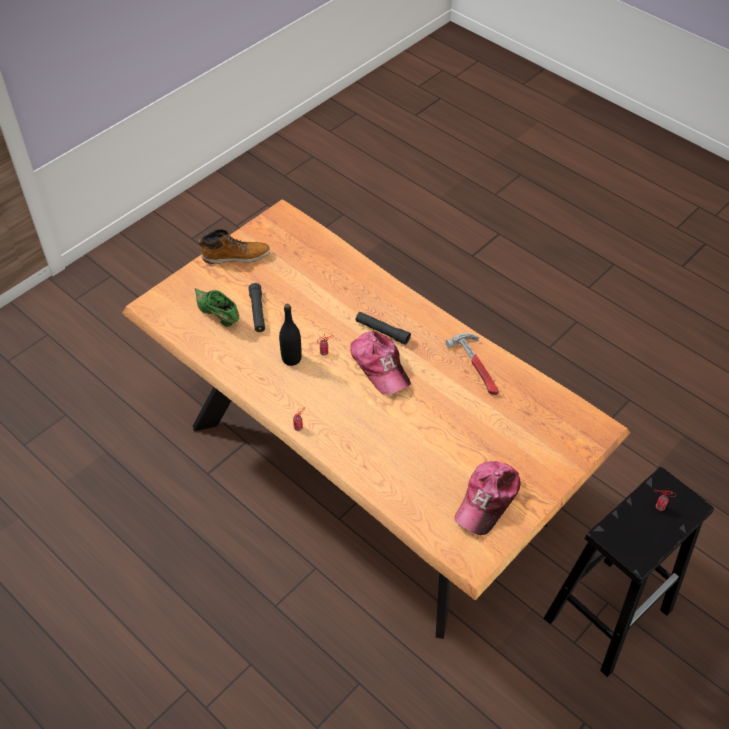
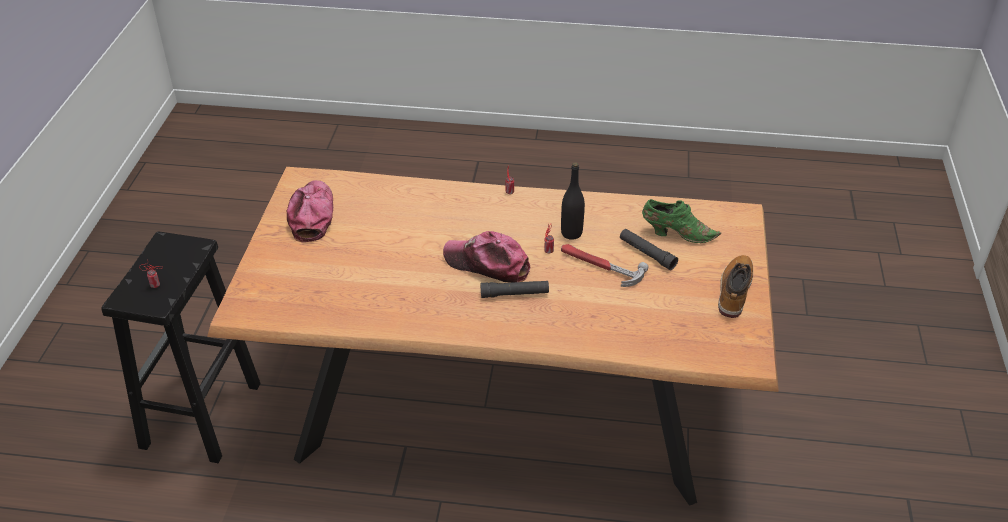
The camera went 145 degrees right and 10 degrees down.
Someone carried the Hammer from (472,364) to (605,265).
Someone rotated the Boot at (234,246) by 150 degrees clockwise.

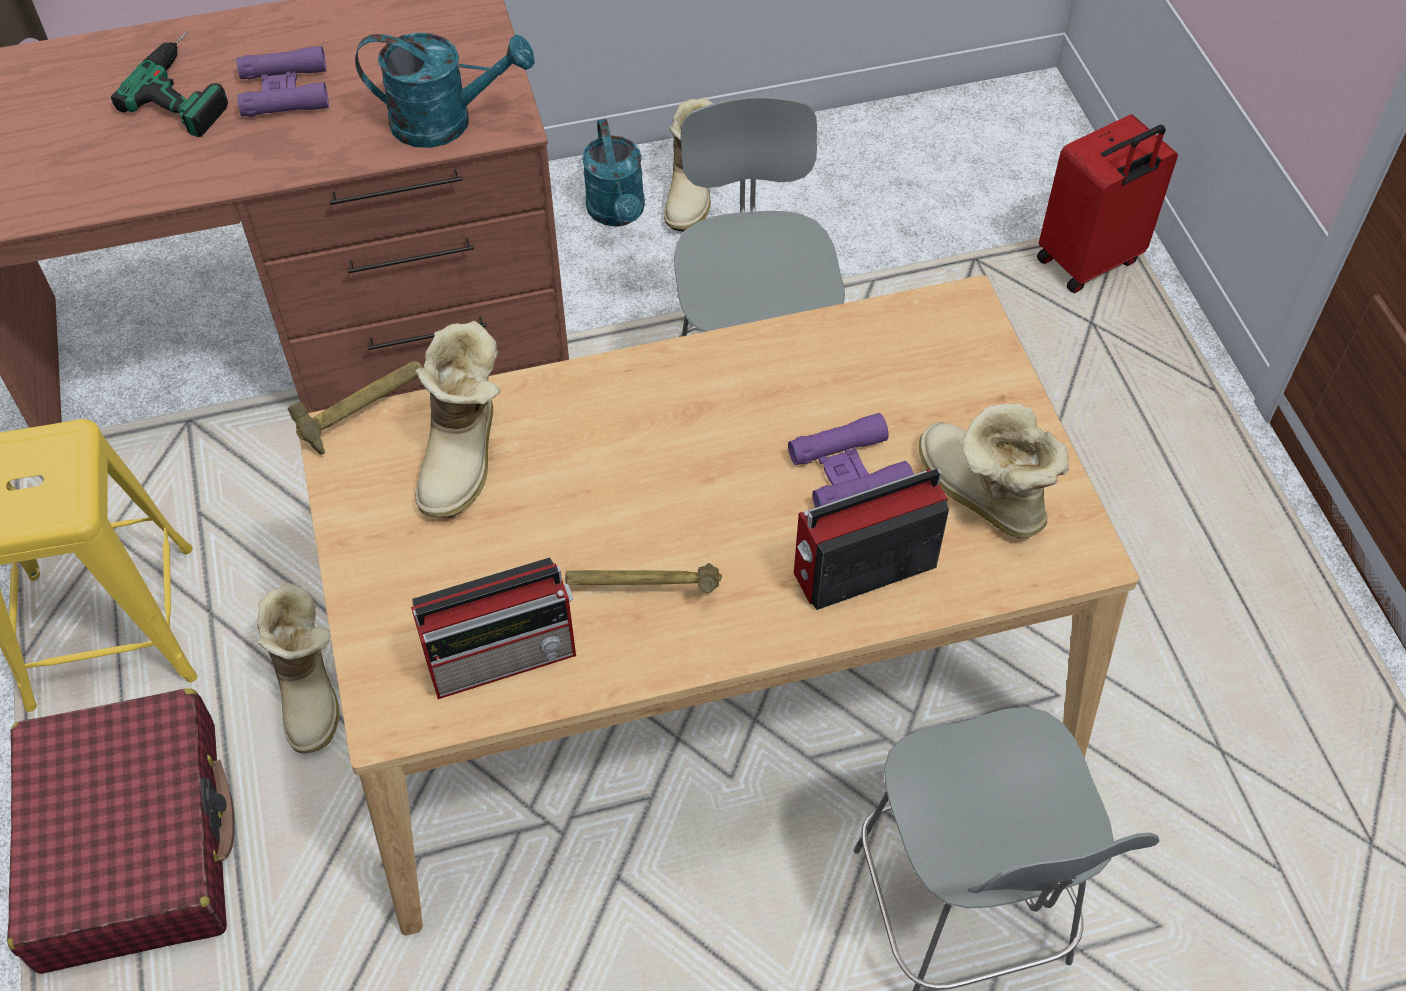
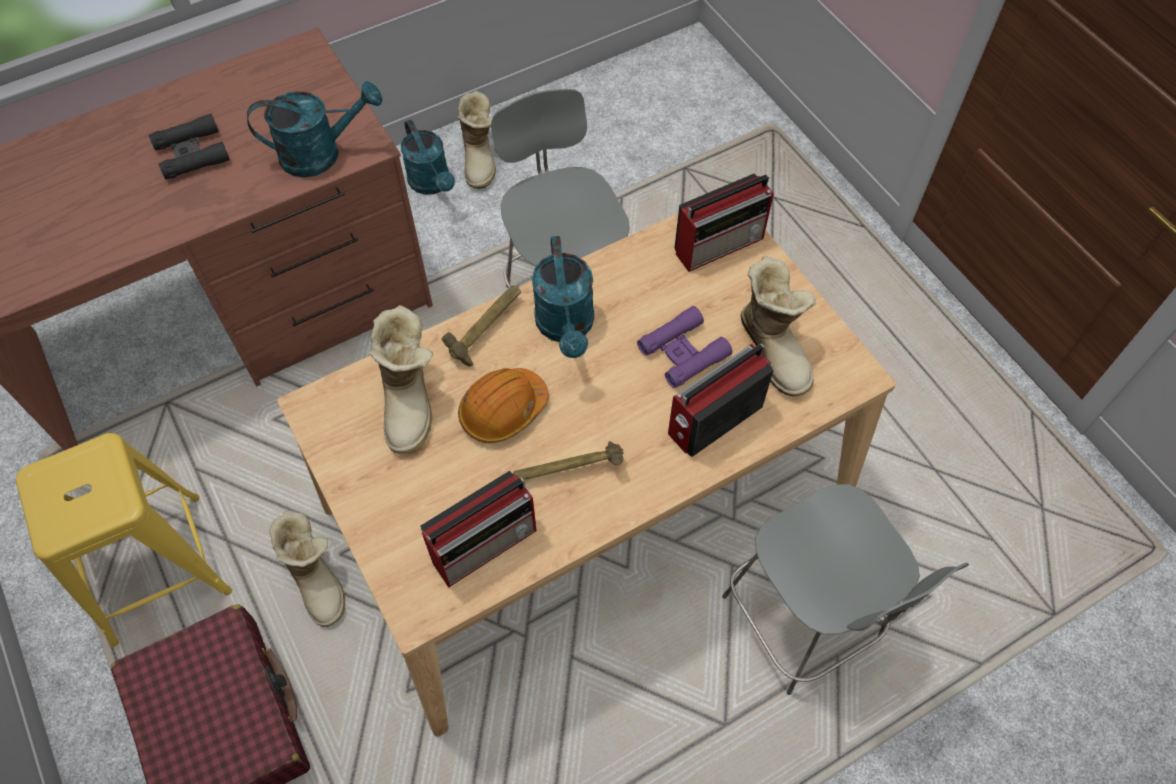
The camera went 15 degrees left and 5 degrees up.
Someone took away the PowerDrill at (169,84).
Someone took away the RedSuitcase at (1107,203).
Someone put down the OrangeHardHat at (503,405).
Someone put down the TurquoiseWateringCan at (563,297).
Someone put down the Radio at (724,223).
Someone carried the Hammer from (355,407) to (481,326).
Someone repainted the PurpleBinoculars at (283,81), which became the BlackBinoculars at (189,147).
Someone rotated the Boot at (993,471) by 150 degrees counterclockwise.

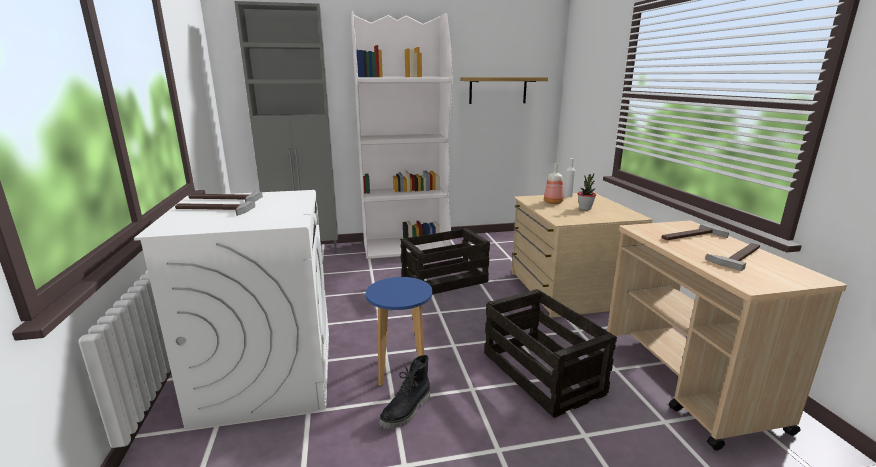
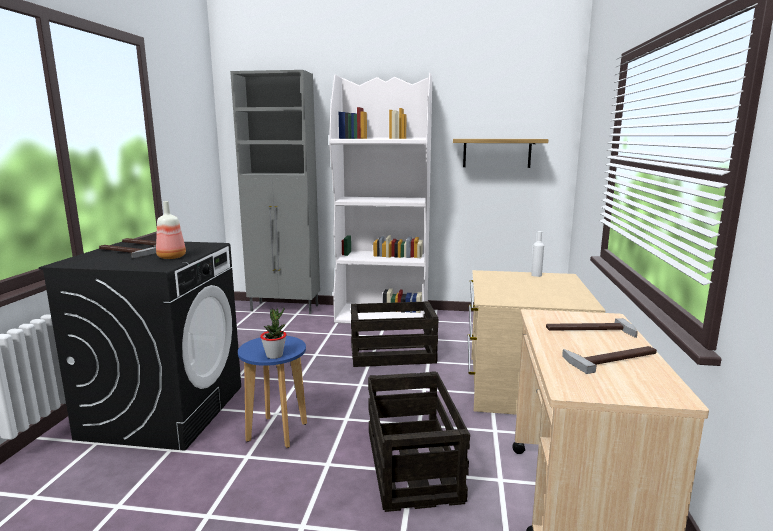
The camera went 20 degrees right and 5 degrees down.
Someone took away the BlackBoot at (404,392).
Someone carried the Bottle from (554,183) to (171,230).
Someone carried the PottedPlant from (587,192) to (273,333).
Someone repainted the WhiteWashingMachine at (231,309), which became the BlackWashingMachine at (140,346).

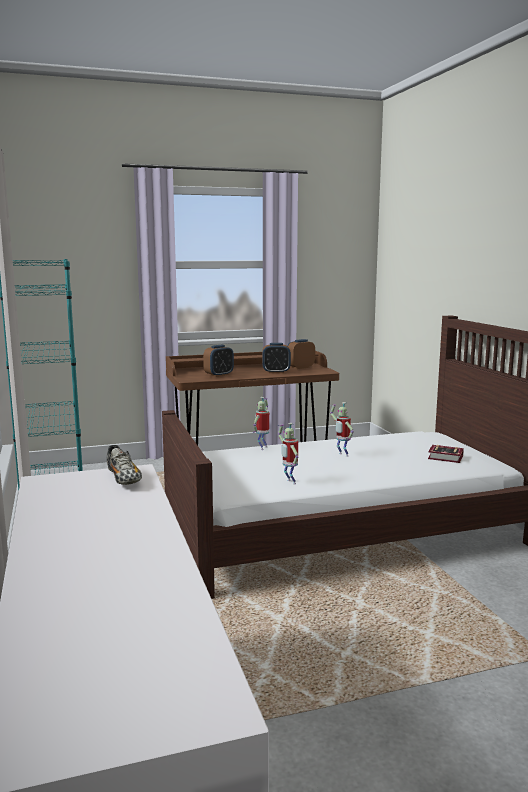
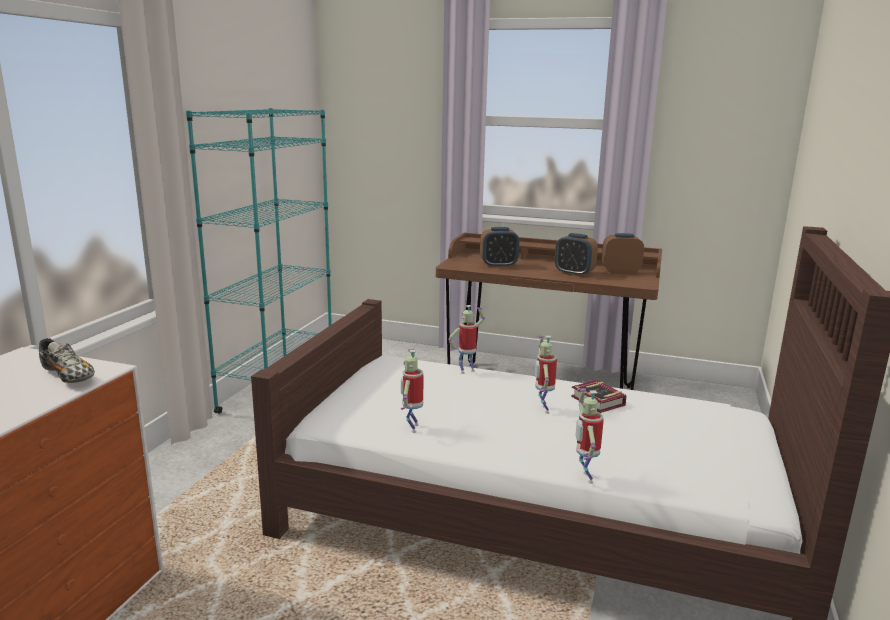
The camera went 35 degrees right and 5 degrees up.
Someone put down the ToyRobot at (589,436).
Someone carried the Book from (446,454) to (599,396).
Someone rotated the Shoe at (124,465) by 60 degrees counterclockwise.

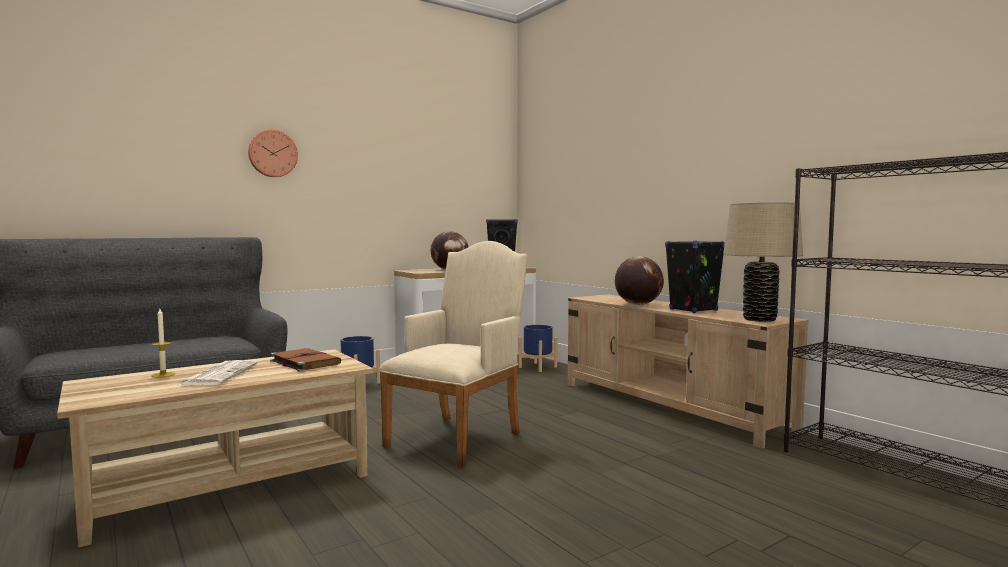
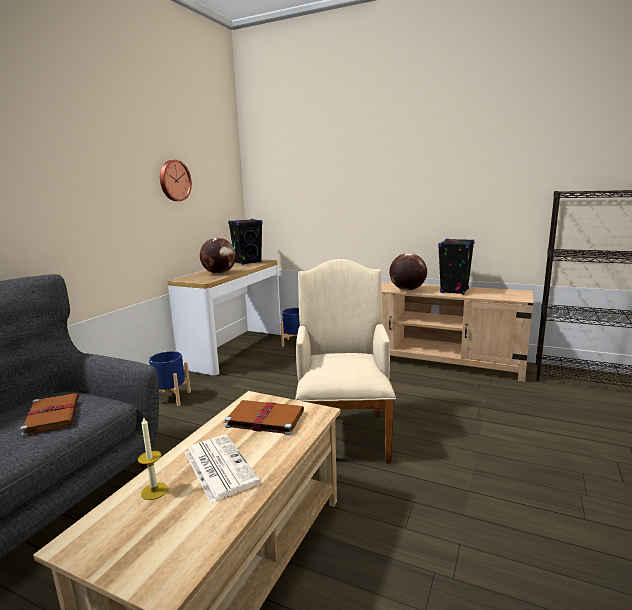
The camera went 30 degrees left and 10 degrees up.
Someone took away the BeigeTableLamp at (763,262).
Someone put down the BrownBook at (49,415).
Someone carried the WallClock from (273,153) to (176,180).

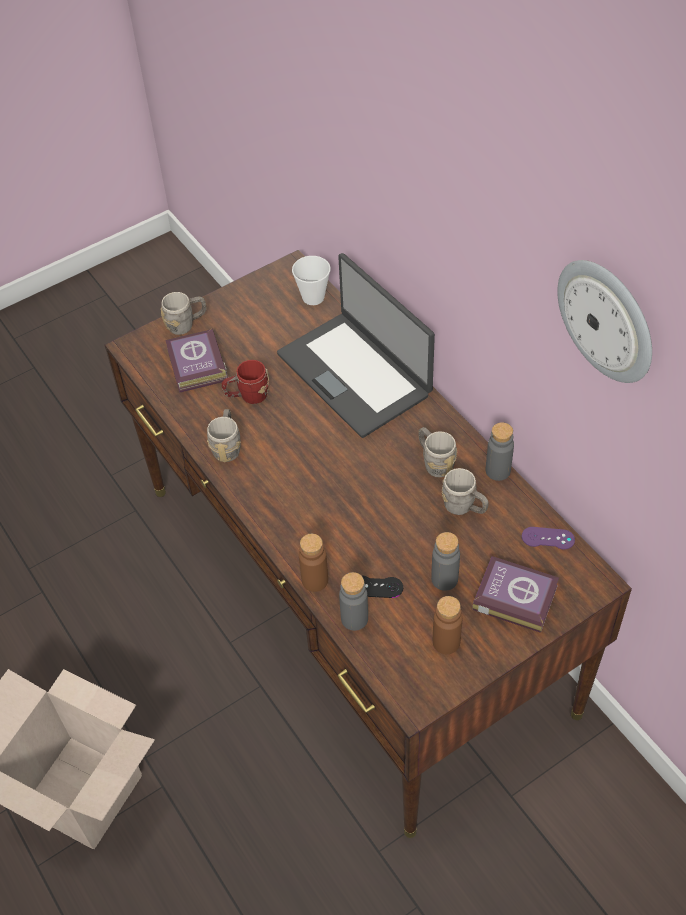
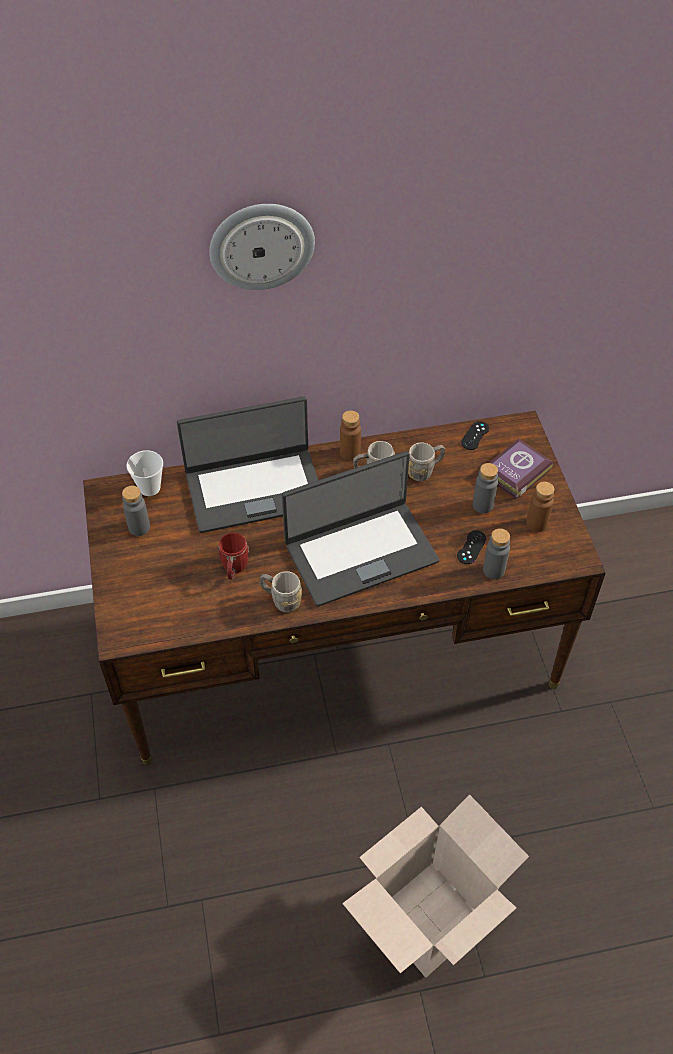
The camera went 70 degrees left and 0 degrees up.
Someone took away the GreyMug at (183,313).
Someone took away the Book at (196,360).
Someone put down the Laptop at (360,529).
Someone carried the BrownBottle from (313,563) to (350,435).
Someone carried the GreyBottle from (500,451) to (136,511).
Someone carried the WallClock from (604,321) to (262,247).
Someone repainted the PurpleGameController at (548,538), which became the BlackGameController at (475,435).

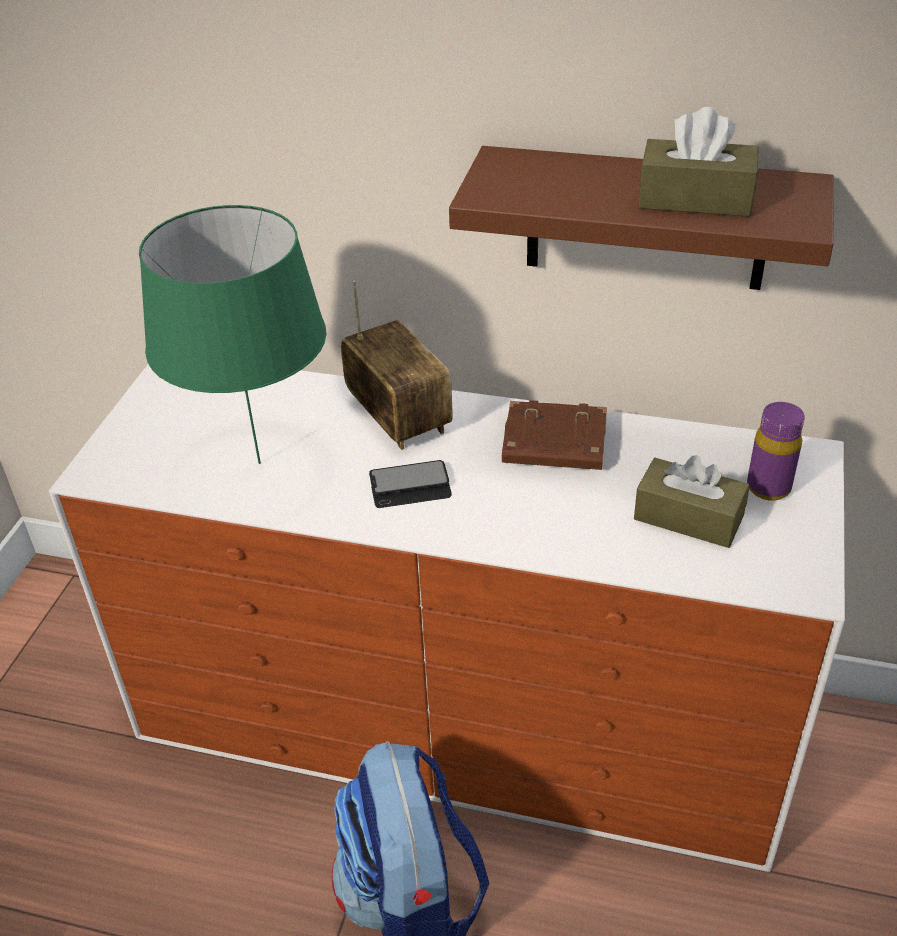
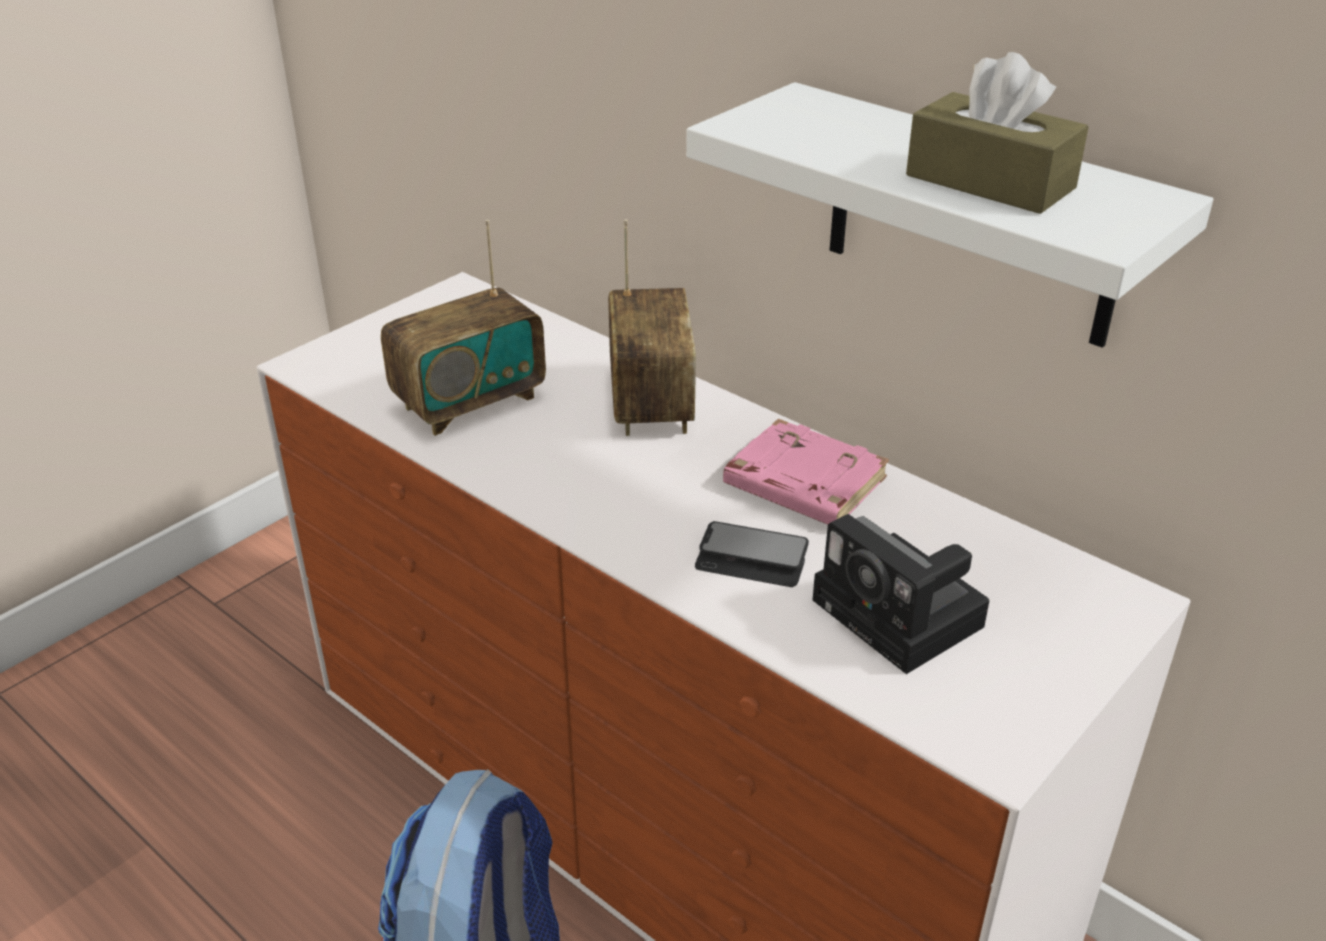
The camera went 25 degrees right and 5 degrees down.
Someone took away the PurpleBottle at (776,451).
Someone carried the Phone from (410,484) to (752,554).
Someone swapped the GreenTableLamp at (232,334) for the Radio at (463,328).
Someone swapped the BrownTissueBox at (692,501) for the PhotoCamera at (901,594).
Someone repainted the BrownShelf at (641,218), which became the WhiteShelf at (949,215).
Someone repainted the BrownBook at (554,435), which became the PinkBook at (806,471).

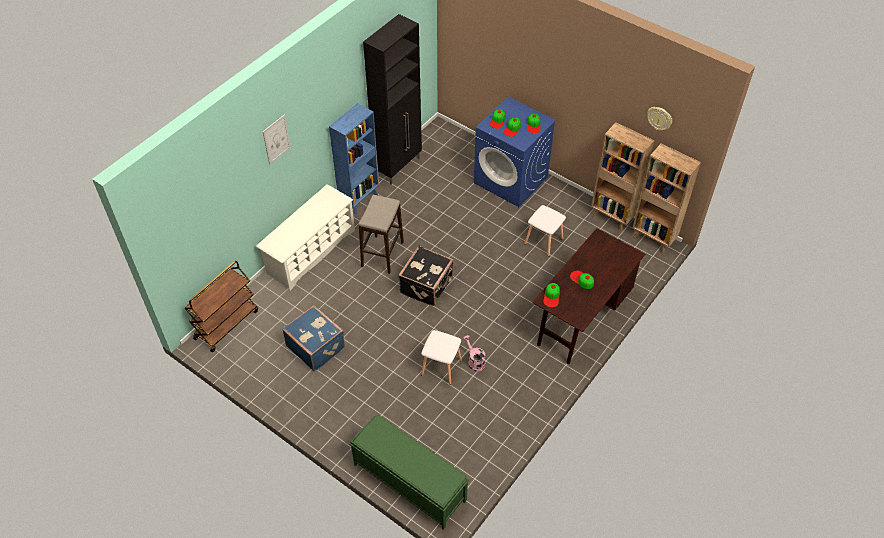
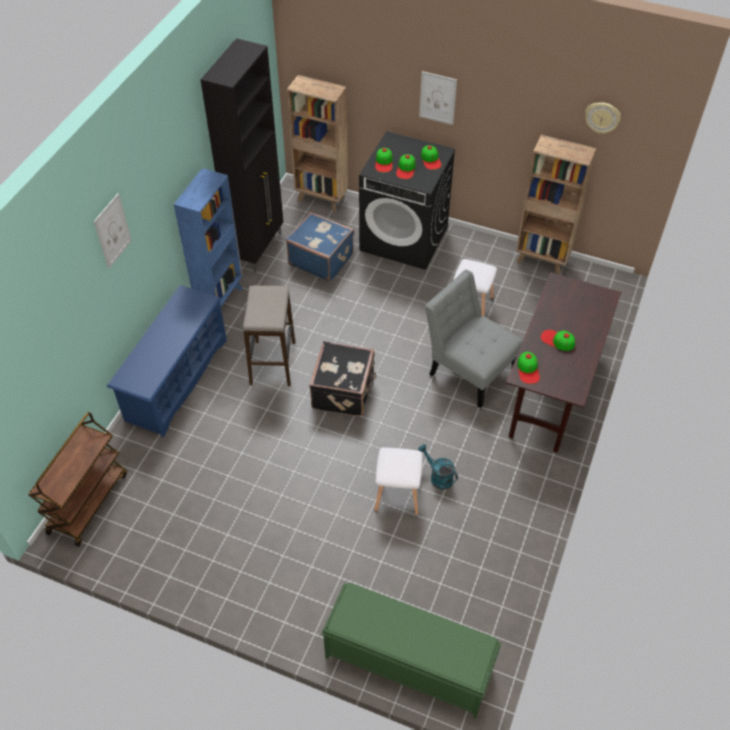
The camera went 15 degrees left and 0 degrees up.
Someone put up the Picture at (438,98).
Someone put down the GreyChair at (474,339).
Someone carried the BlueSuitcase from (313,338) to (320,247).
Someone carried the BrownBookcase from (666,198) to (317,143).
Someone repainted the WhiteShoeRack at (305,237), which became the BlueShoeRack at (167,361).
Someone repainted the PinkWateringCan at (474,353), which became the TurquoiseWateringCan at (438,467).
Someone repainted the BlueWashingMachine at (515,152), which became the BlackWashingMachine at (407,200).

